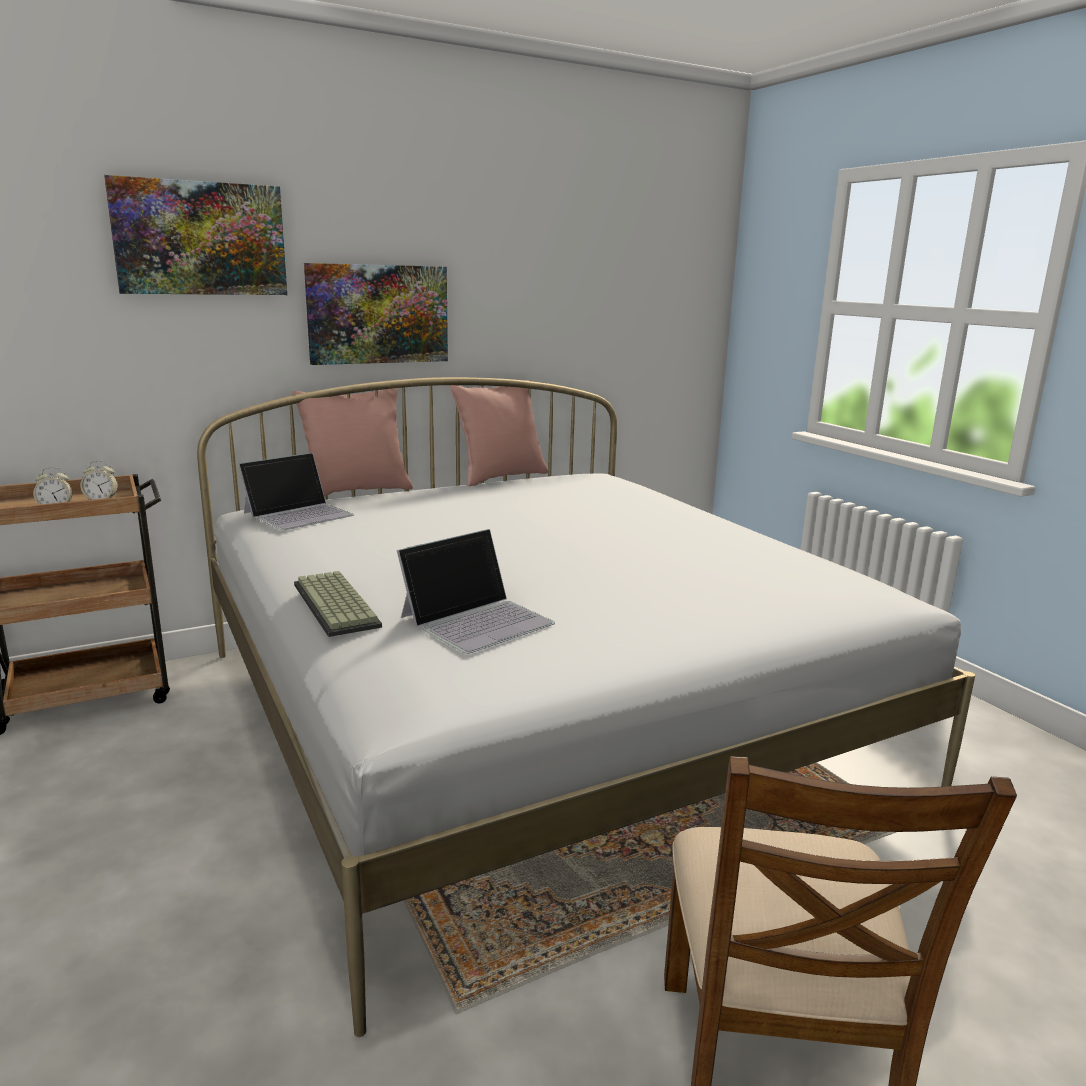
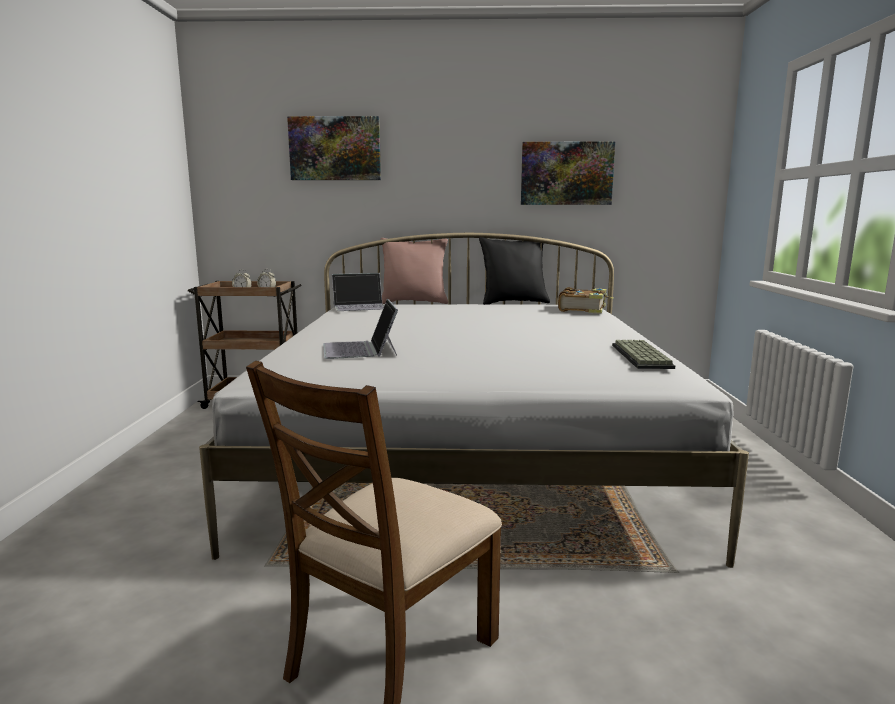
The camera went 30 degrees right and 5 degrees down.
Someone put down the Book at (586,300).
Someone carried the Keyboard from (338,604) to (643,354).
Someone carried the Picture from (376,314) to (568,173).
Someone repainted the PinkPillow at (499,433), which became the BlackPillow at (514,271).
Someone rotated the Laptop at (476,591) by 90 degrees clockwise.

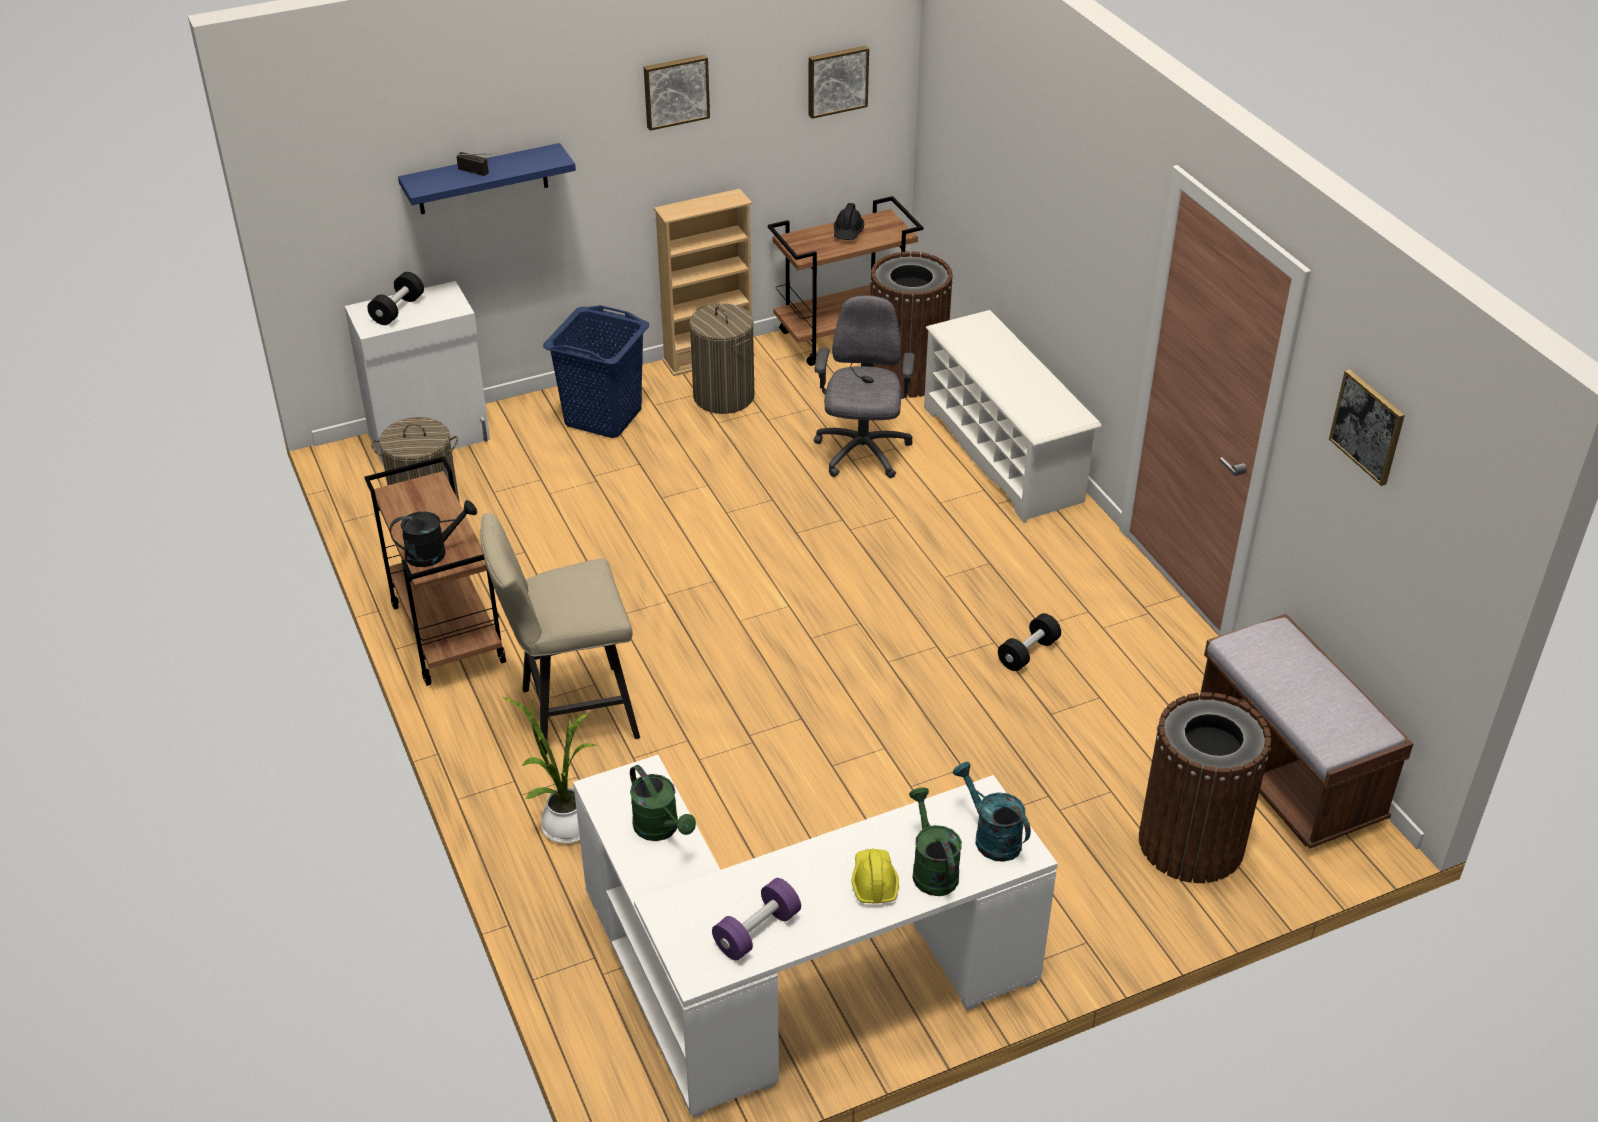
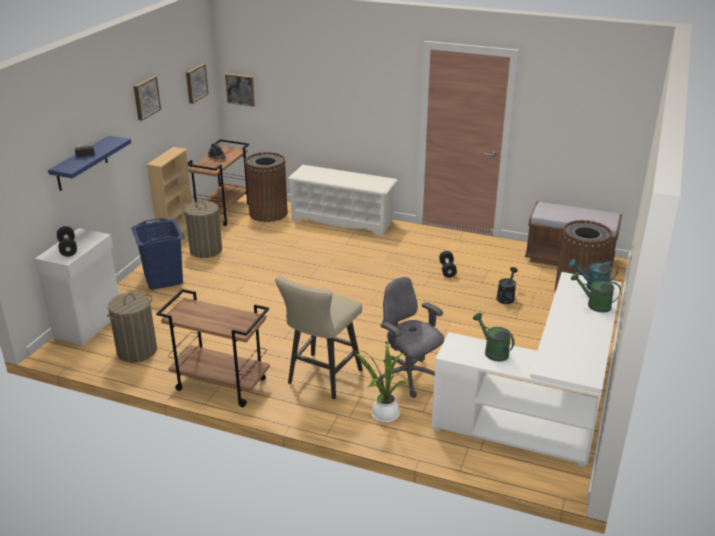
The camera went 45 degrees left and 10 degrees down.
Someone took away the PurpleDumbbell at (756,919).
Someone took away the YellowHardHat at (875,876).
Someone carried the BlackWateringCan from (433,533) to (507,285).
Someone carried the GreyOfficeChair from (864,386) to (411,337).
Someone carried the Picture from (1367,427) to (240,90).
Someone rotated the GreenWateringCan at (663,803) by 135 degrees counterclockwise.

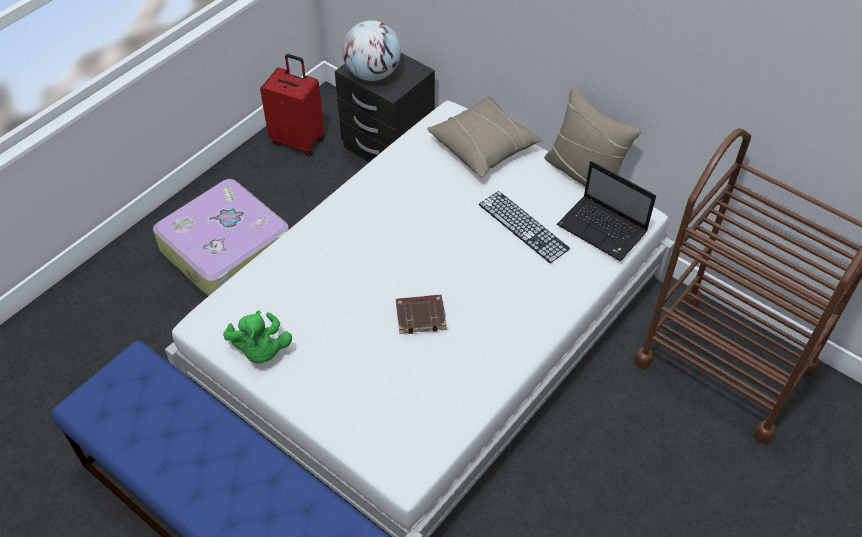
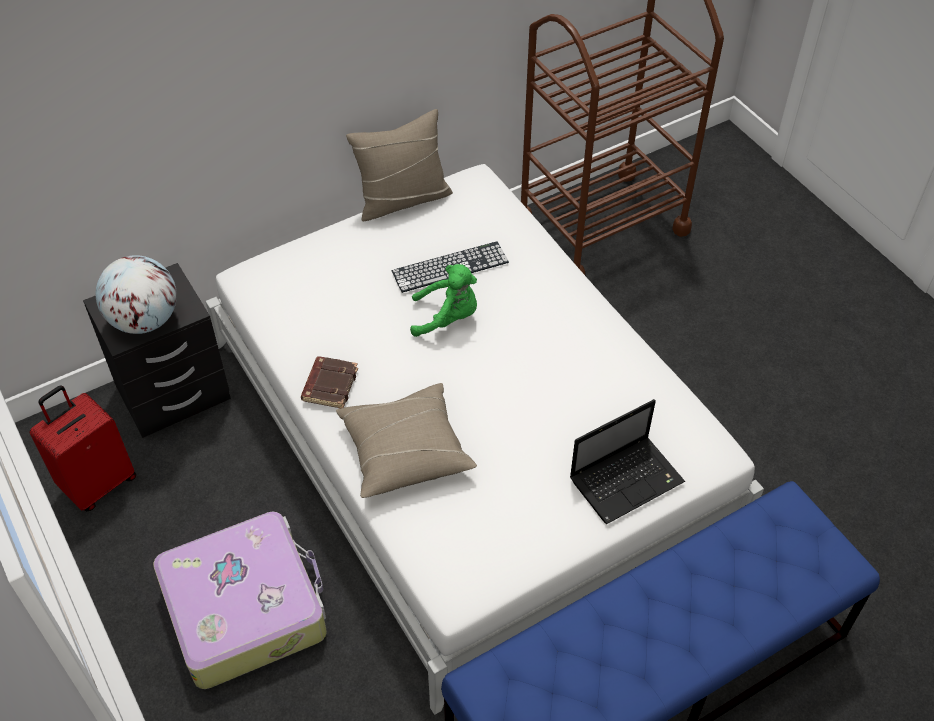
The camera went 70 degrees left and 0 degrees up.
Someone carried the GreenPlushToy from (257,336) to (443,300).
Someone carried the BrownBook from (421,314) to (329,382).
Someone carried the BeigePillow from (485,136) to (406,440).
Someone carried the Laptop from (606,211) to (627,461).

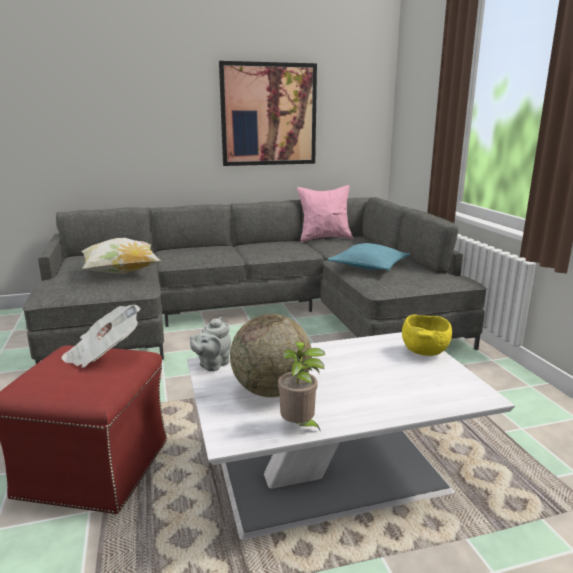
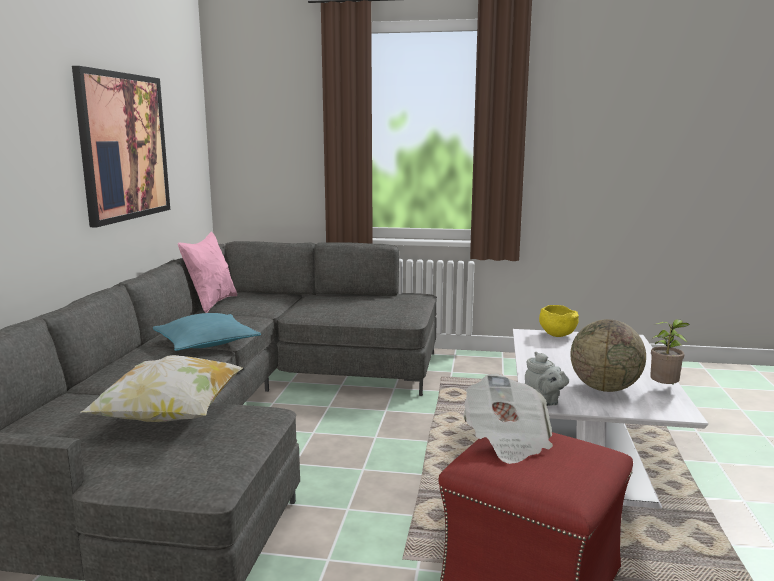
The camera went 65 degrees left and 5 degrees down.
Someone carried the TurquoisePillow from (369,256) to (207,332).

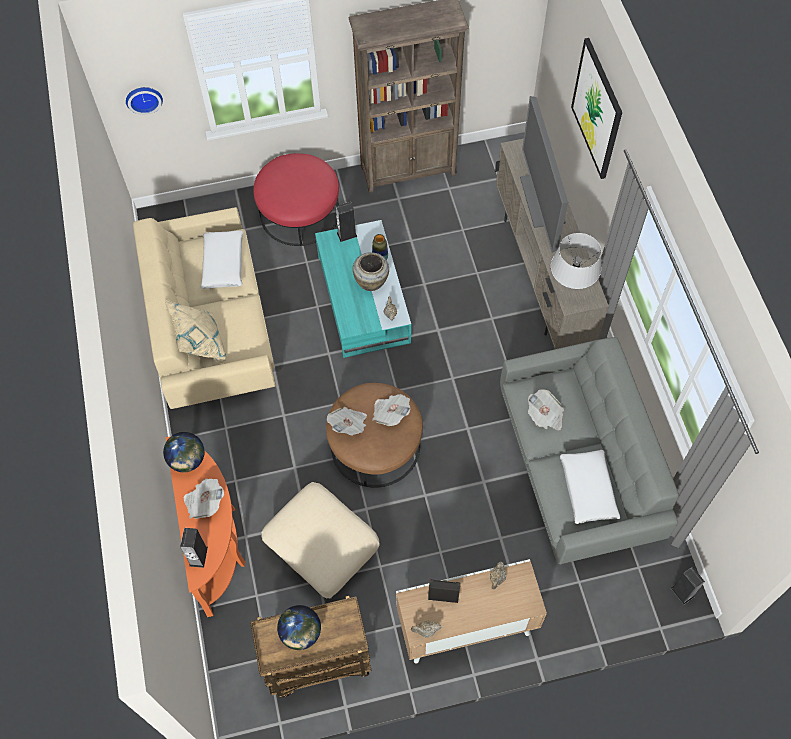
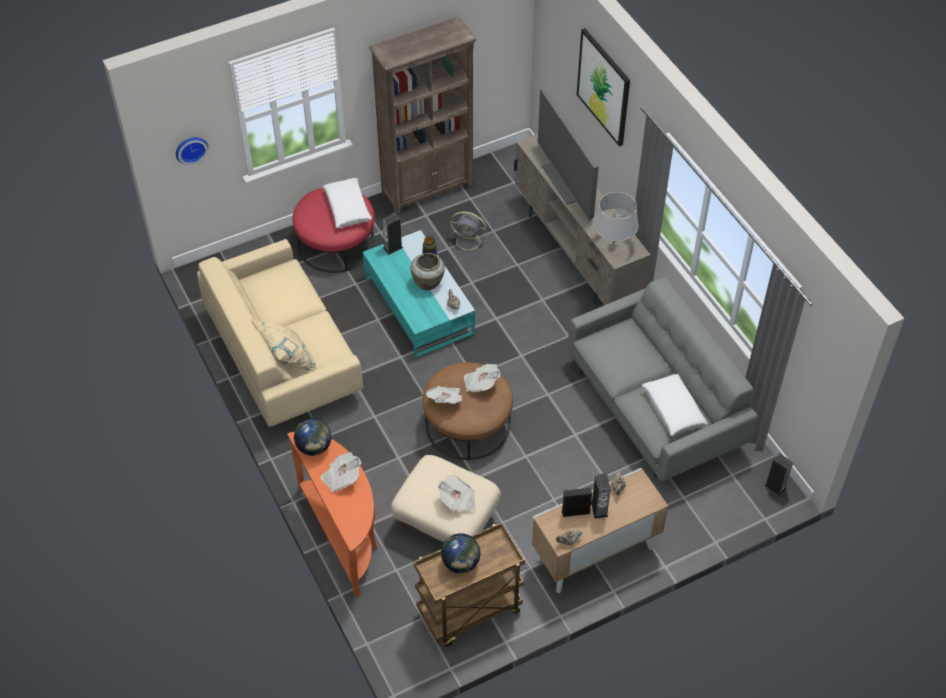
The camera went 15 degrees left and 10 degrees down.
Someone put down the GreyFan at (468,233).
Someone carried the Speaker from (194,548) to (601,496).
Someone carried the WhitePillow from (222,259) to (347,203).
Someone carried the Newspaper from (546,409) to (457,493).

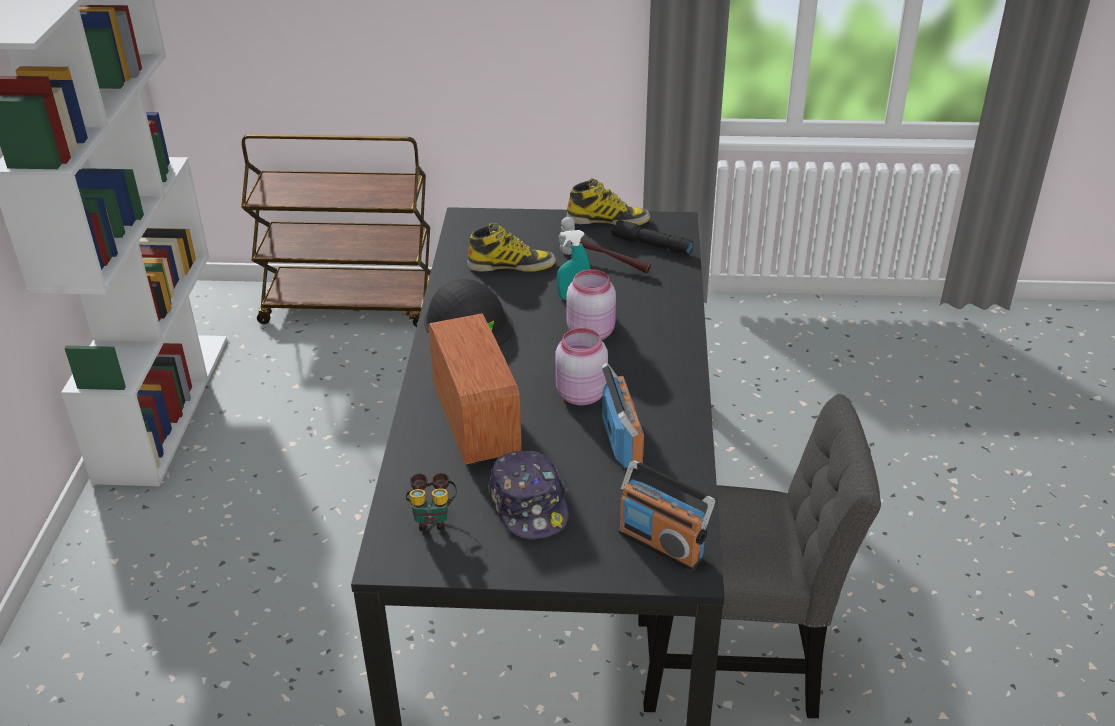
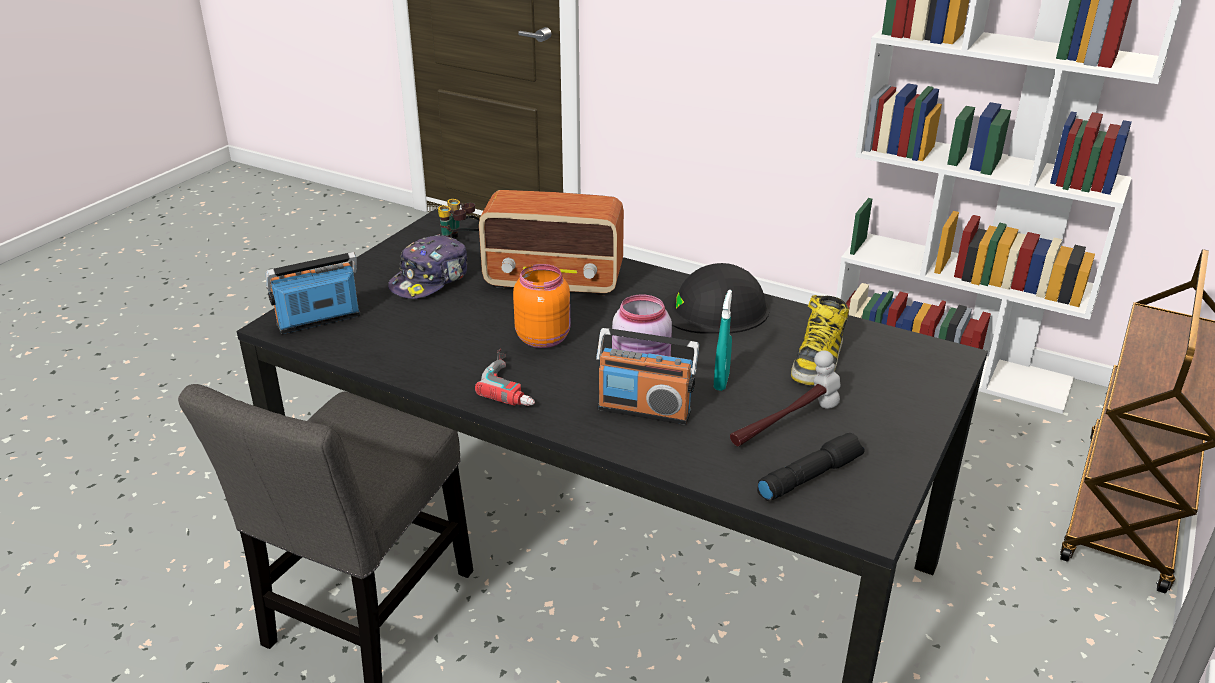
The camera went 115 degrees right and 5 degrees down.
Someone took away the Boot at (608,201).
Someone put down the PowerDrill at (505,377).
Someone carried the Radio from (622,416) to (647,376).
Someone repainted the PinkJar at (581,366), which became the OrangeJar at (541,306).
Someone rotated the Cap at (528,495) by 60 degrees counterclockwise.

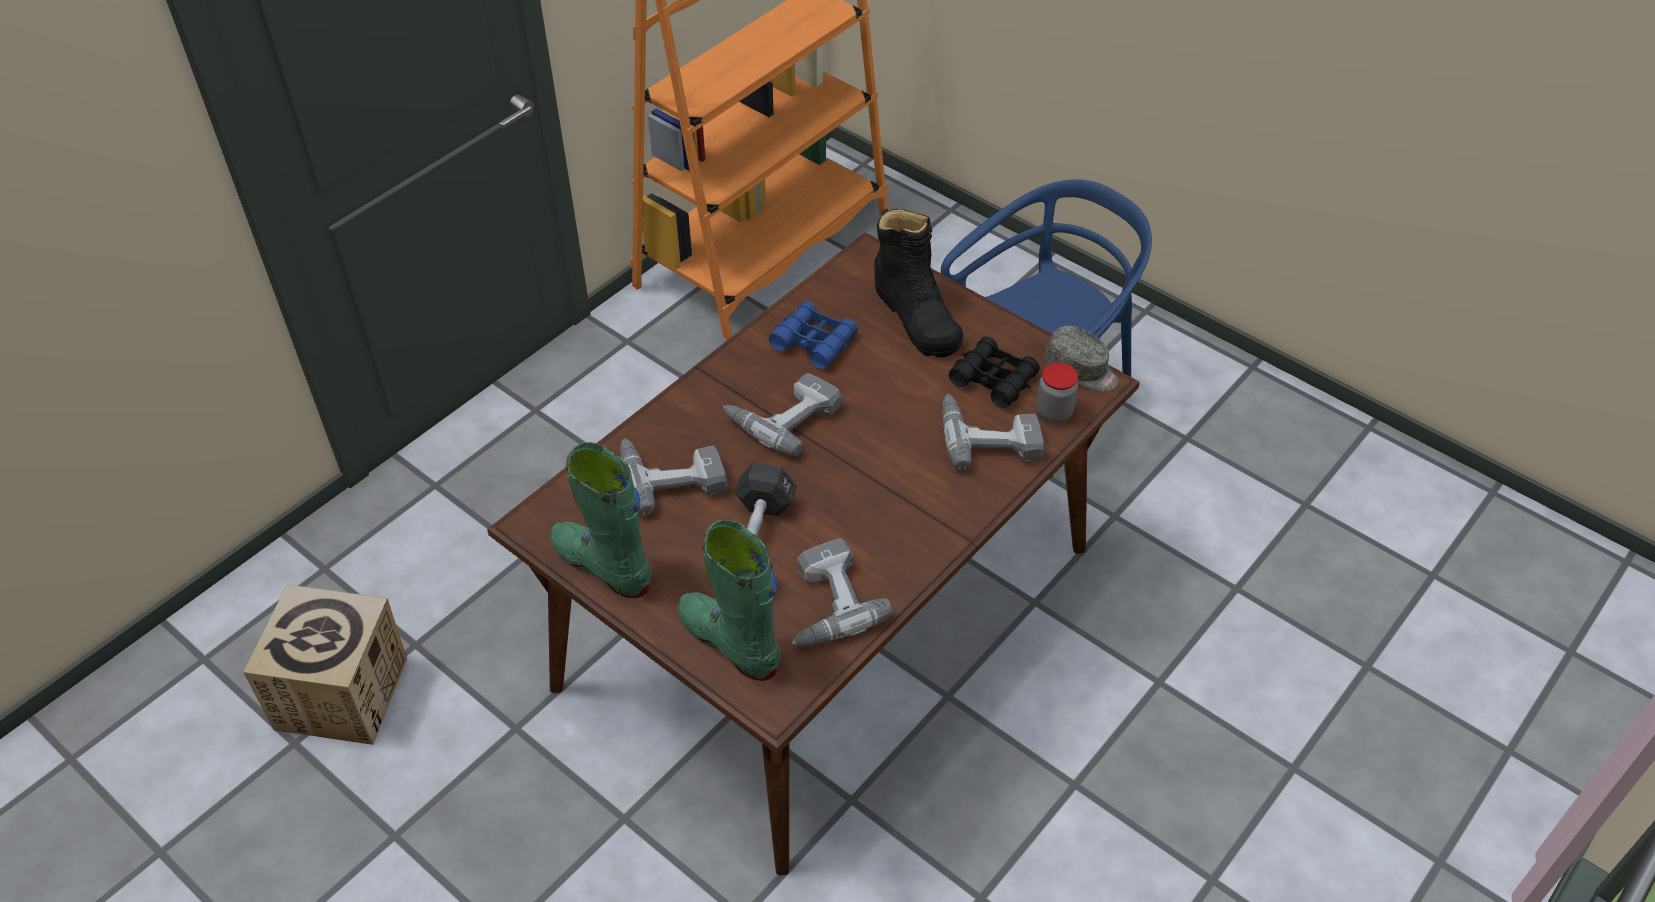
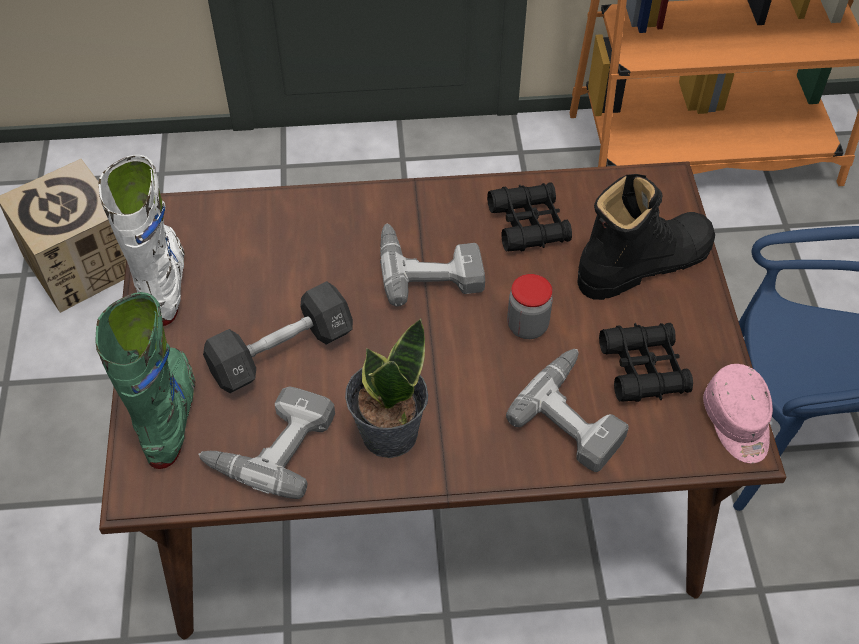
The camera went 45 degrees right and 5 degrees up.
Someone took away the PowerDrill at (673,477).
Someone put down the PottedPlant at (386,388).
Someone carried the Jar from (1057,393) to (530,306).
Someone repainted the GreenBoot at (601,520), which became the WhiteBoot at (141,240).
Someone repainted the BlueBinoculars at (813,335), which became the BlackBinoculars at (529,217).
Someone repainted the GreyCap at (1081,358), which became the PinkCap at (738,413).
Someone rotated the BlackBoot at (918,283) by 135 degrees counterclockwise.

